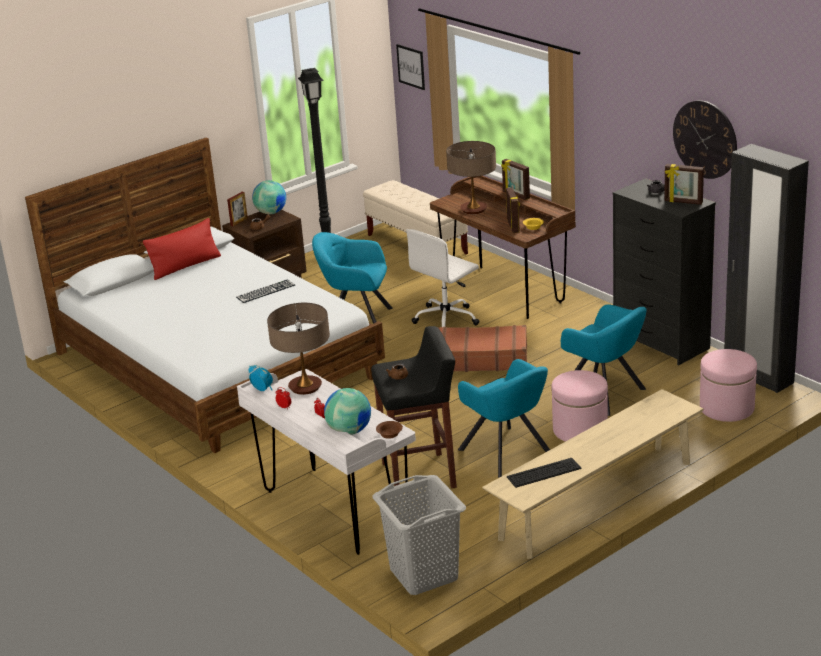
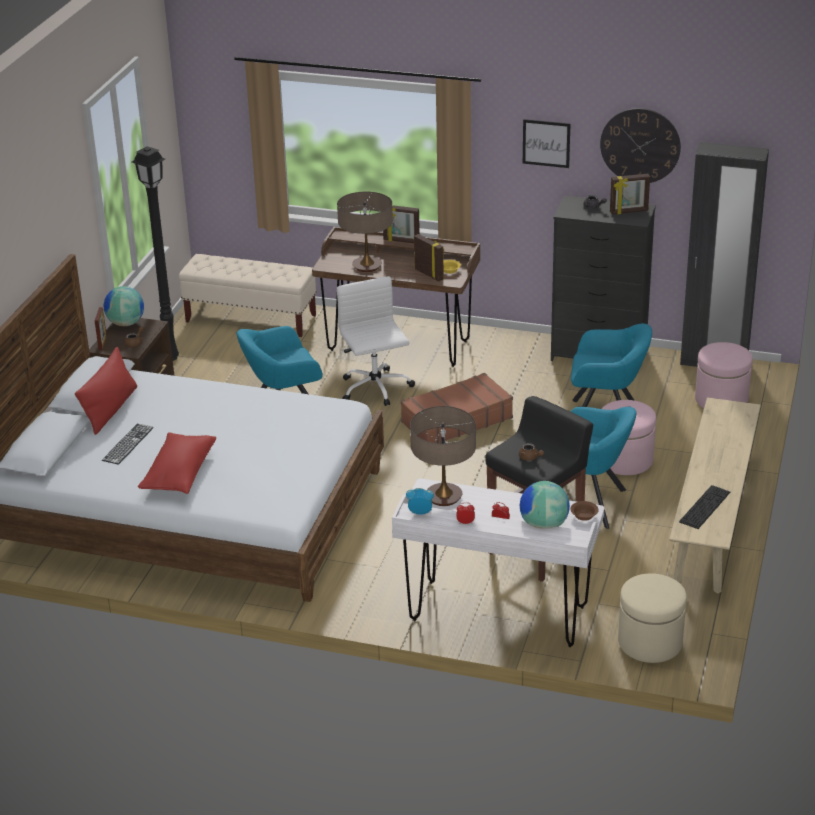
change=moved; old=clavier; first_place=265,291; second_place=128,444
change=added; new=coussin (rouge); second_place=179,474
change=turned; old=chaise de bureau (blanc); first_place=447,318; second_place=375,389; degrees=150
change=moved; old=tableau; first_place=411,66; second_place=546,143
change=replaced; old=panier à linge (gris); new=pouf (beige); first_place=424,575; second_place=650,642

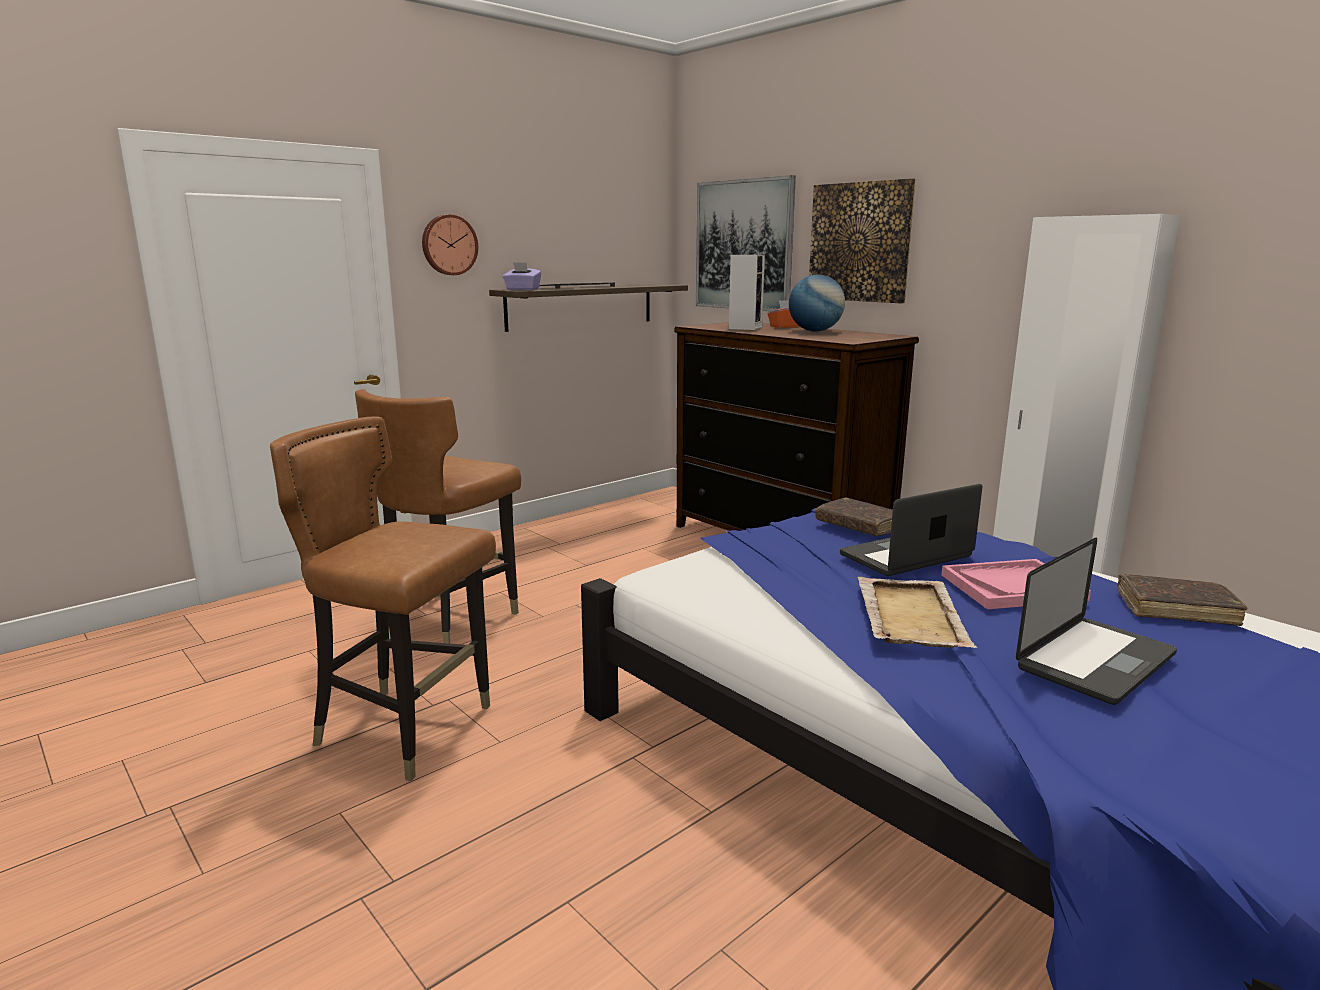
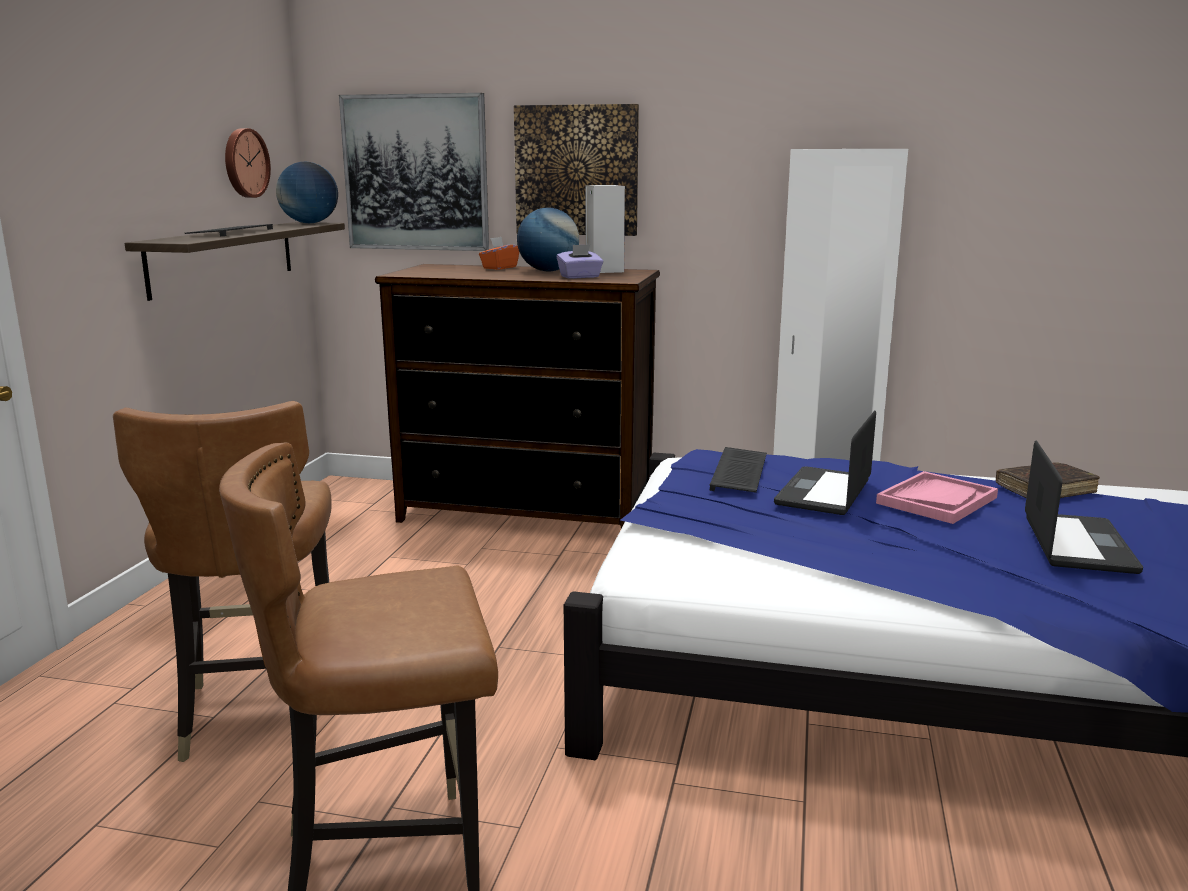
change=moved; old=horloge murale; first_place=448,245; second_place=244,163
change=added; new=globe; second_place=309,223
change=moved; old=boîte à mouchoirs (violet); first_place=522,289; second_place=580,277
change=moved; old=enceinte; first_place=745,328; second_place=603,270
change=replaced; old=livre (marron); new=clavier; first_place=859,526; second_place=740,473
change=removed; old=plateau (beige); first_place=910,615

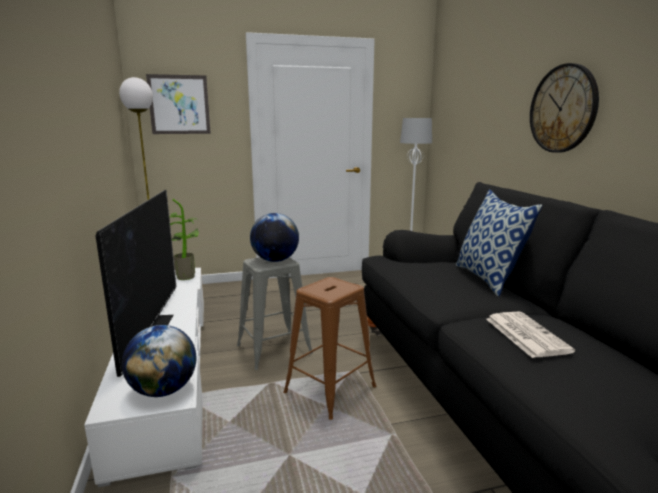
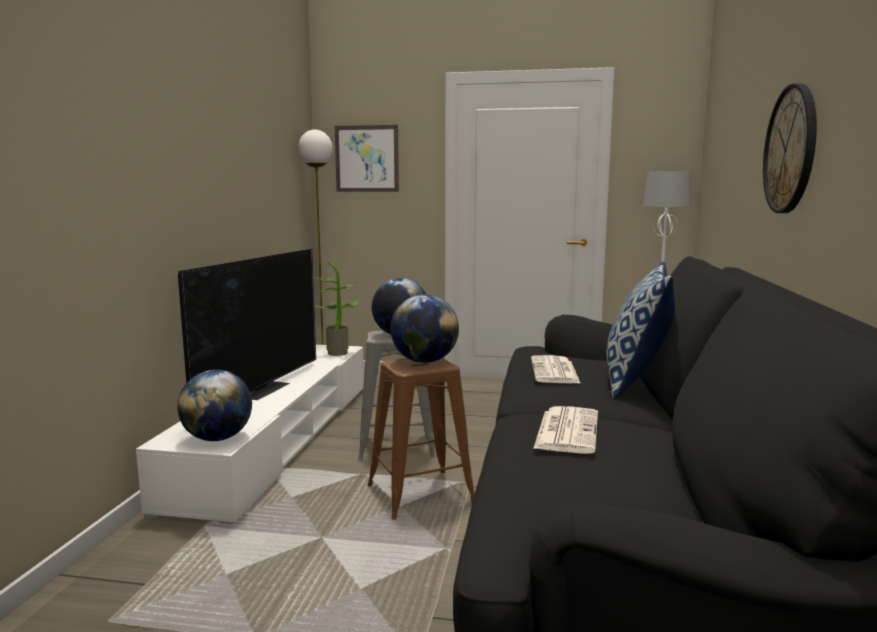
change=added; new=globe; second_place=424,361
change=added; new=journal; second_place=555,371

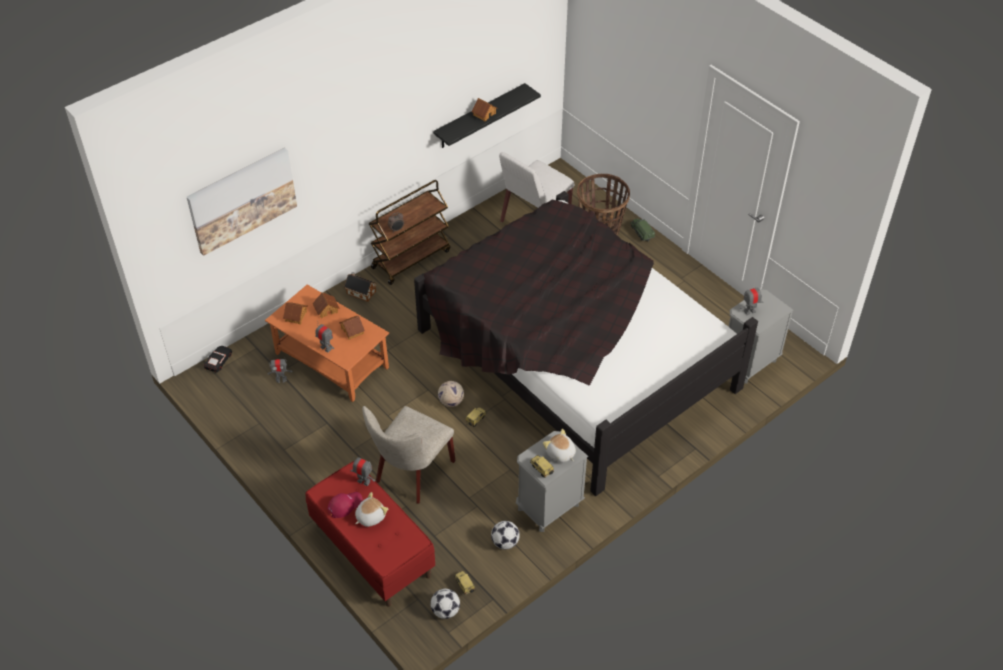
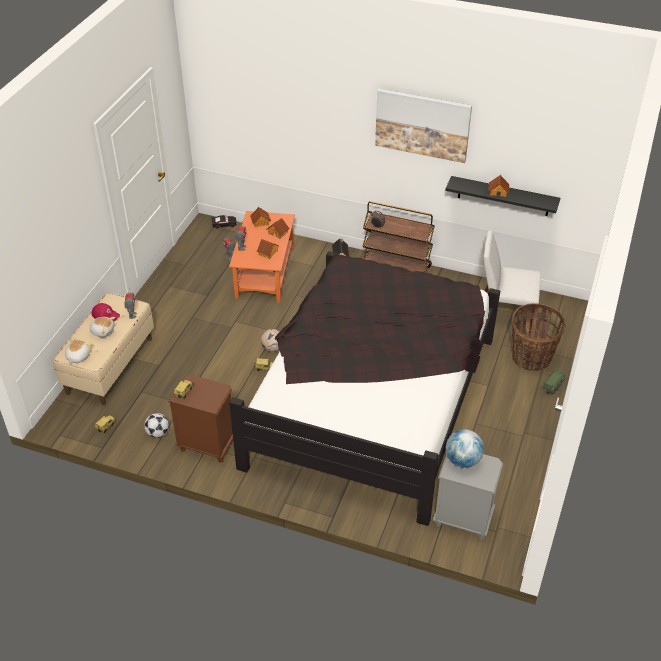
change=recoloured; old=banc (rouge); new=banc (beige); first_place=372,550; second_place=110,365
change=moved; old=peluche; first_place=560,453; second_place=77,356
change=recoloured; old=table de chevet (gris); new=table de chevet (marron); first_place=548,507; second_place=207,445
change=moved; old=tableau; first_place=242,200; second_place=422,124
change=replaced; old=robot jouet; new=globe; first_place=749,311; second_place=462,460
change=removed; old=chaise (beige); first_place=411,474
change=removed; old=ballon de foot; first_place=445,611

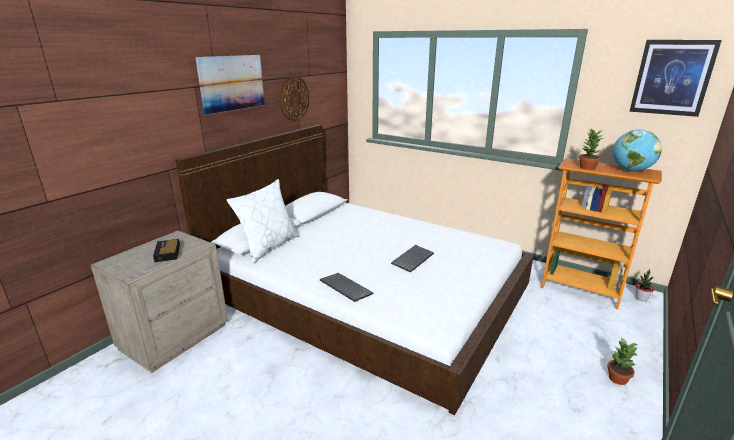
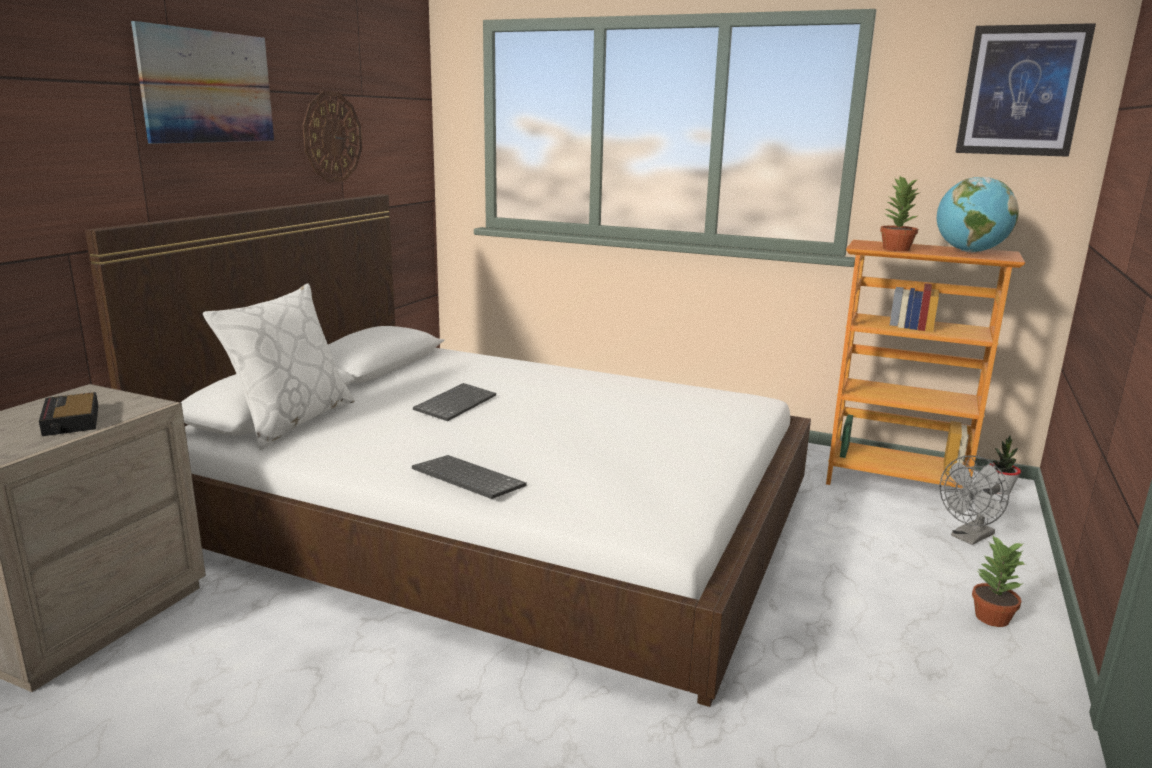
change=moved; old=clavier; first_place=412,259; second_place=455,403
change=added; new=ventilateur (gris); second_place=969,538

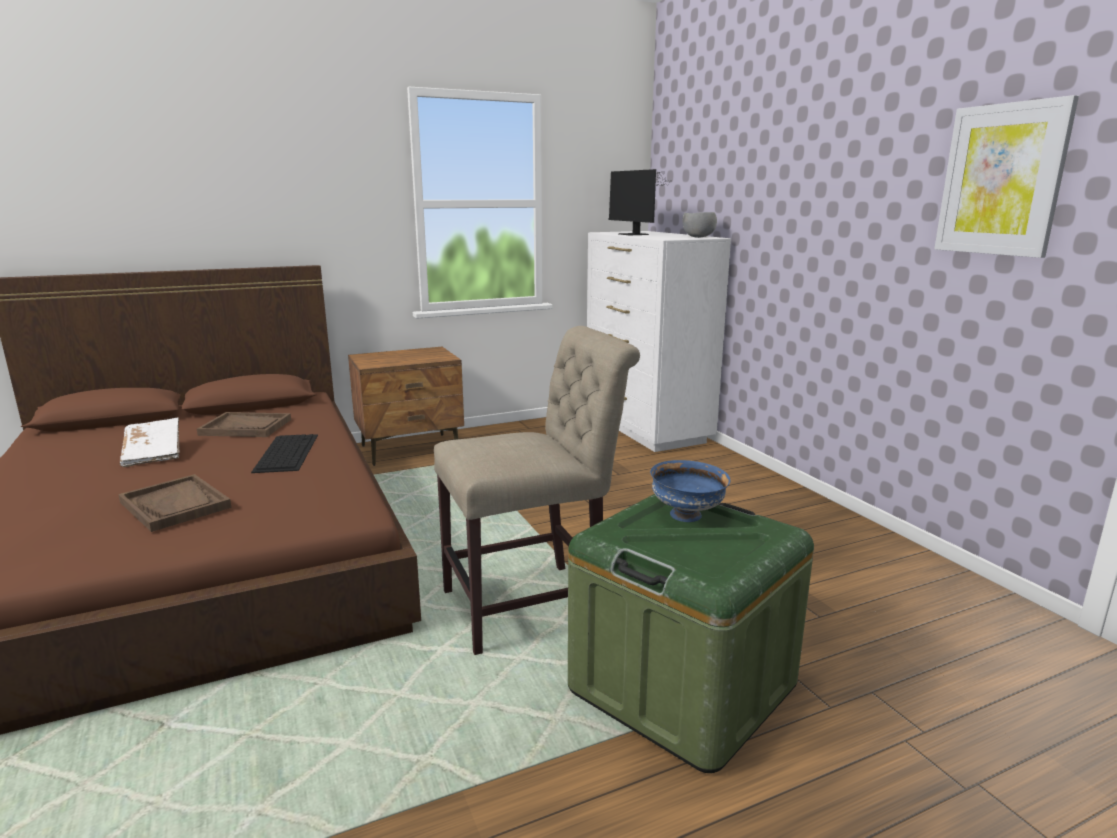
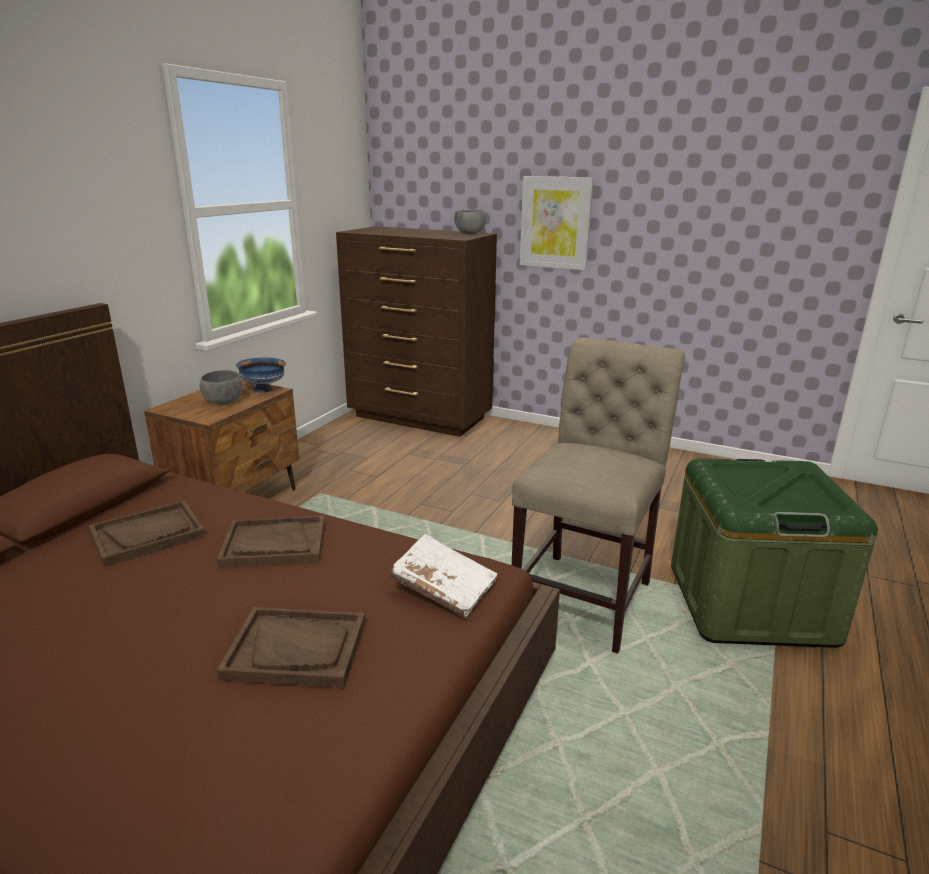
change=added; new=bol (gris); second_place=224,403
change=replaced; old=clavier; new=plateau (marron); first_place=286,452; second_place=274,544
change=moved; old=bol (bleu); first_place=687,515; second_place=264,389
change=recoloured; old=commode (blanc); new=commode (marron); first_place=645,428; second_place=420,417
change=moved; old=livre (blanc); first_place=154,453; second_place=444,588
change=moved; old=tableau; first_place=1001,180; second_place=555,223
change=removed; old=écran d'ordinateur; first_place=634,234

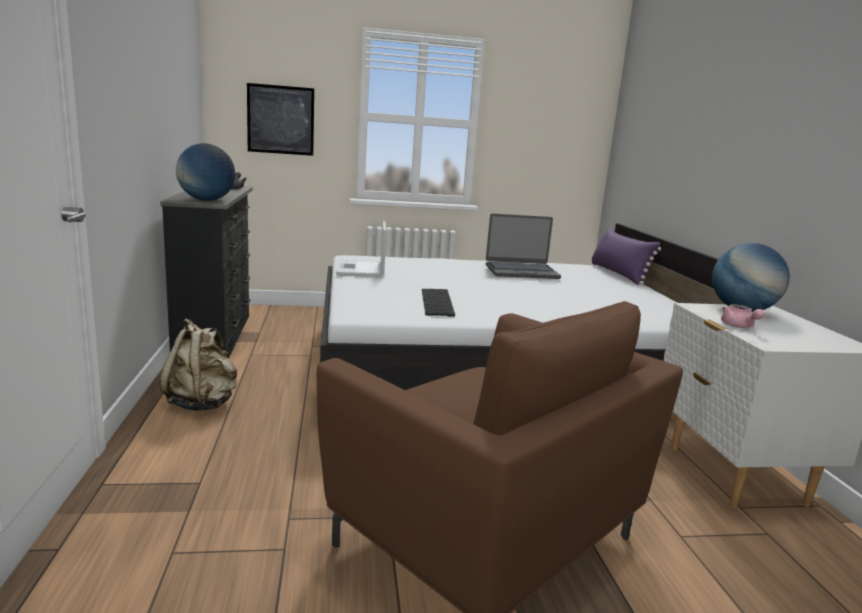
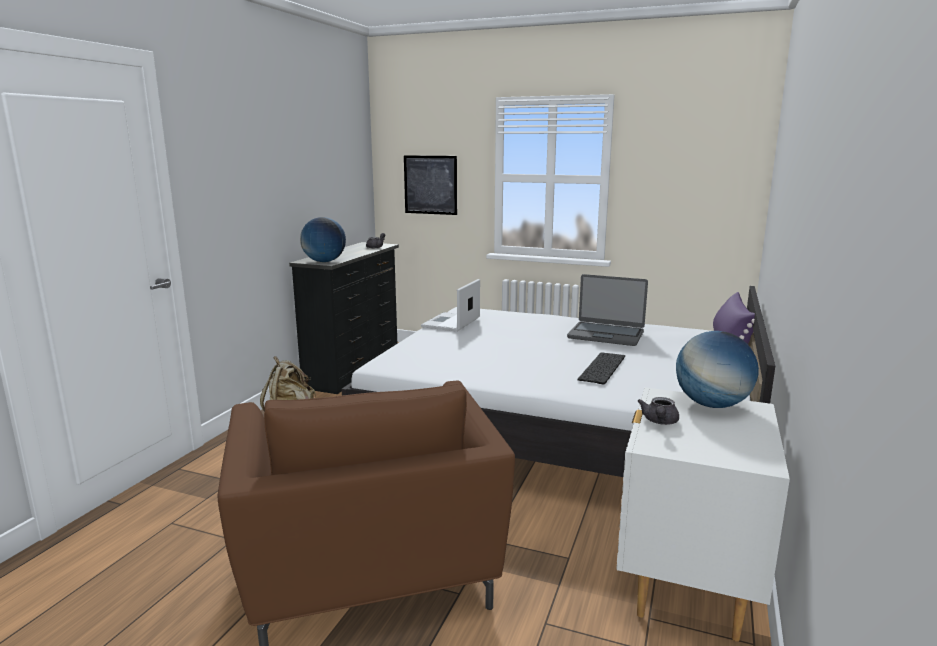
change=moved; old=clavier; first_place=439,302; second_place=603,368
change=recoloured; old=théière (rose); new=théière (gris); first_place=739,326; second_place=659,422

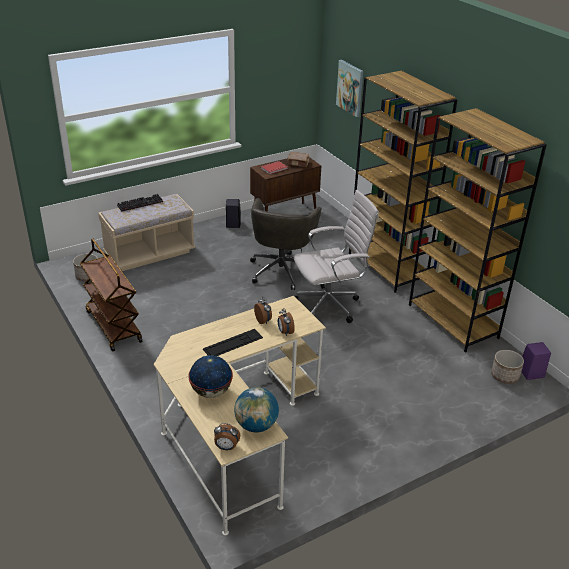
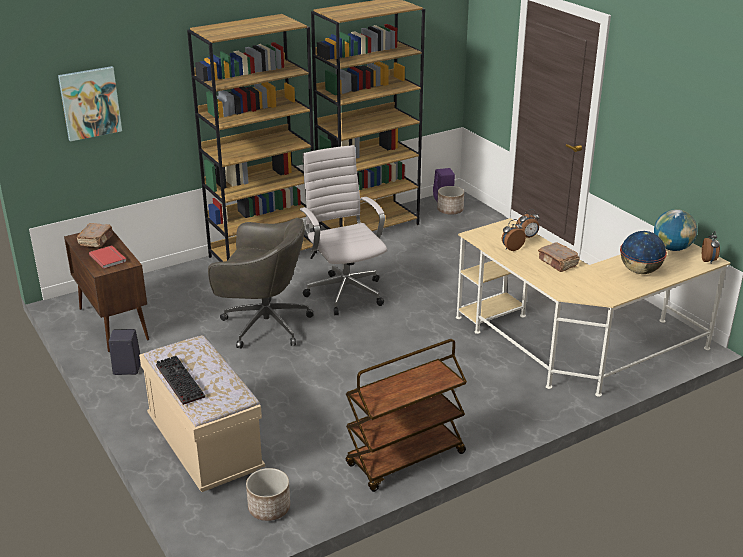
change=replaced; old=clavier; new=livre (marron); first_place=233,343; second_place=558,263

